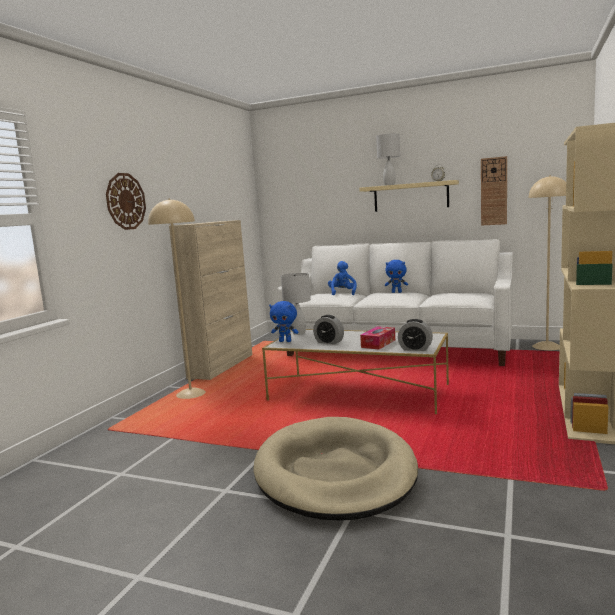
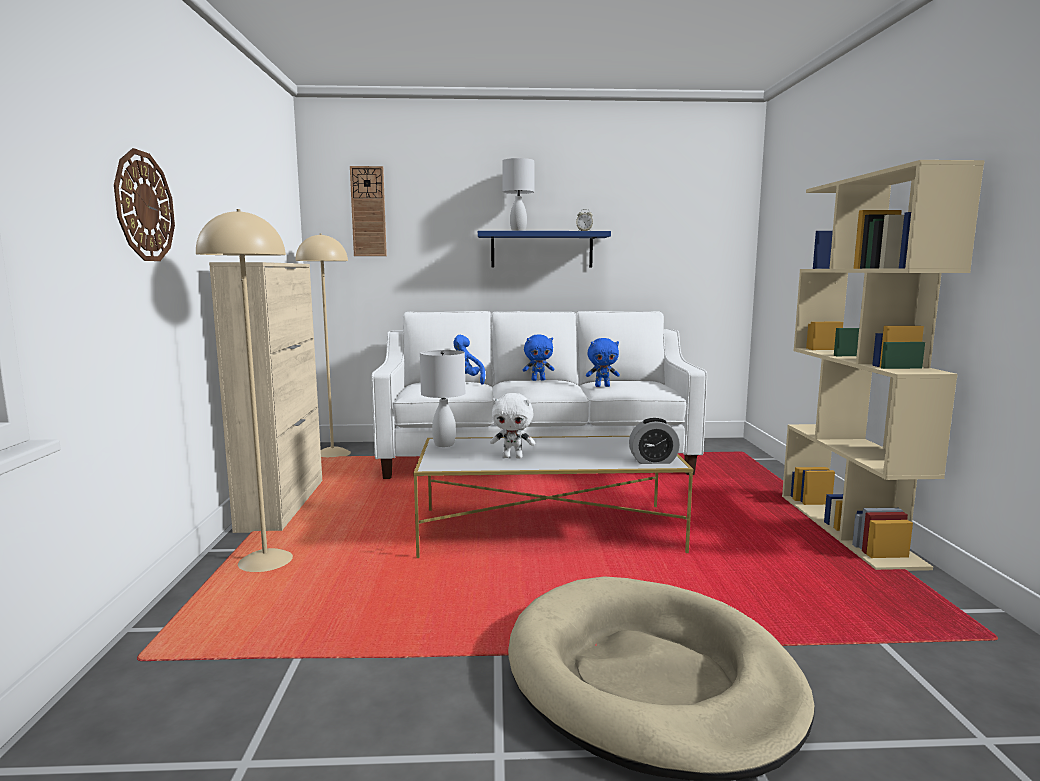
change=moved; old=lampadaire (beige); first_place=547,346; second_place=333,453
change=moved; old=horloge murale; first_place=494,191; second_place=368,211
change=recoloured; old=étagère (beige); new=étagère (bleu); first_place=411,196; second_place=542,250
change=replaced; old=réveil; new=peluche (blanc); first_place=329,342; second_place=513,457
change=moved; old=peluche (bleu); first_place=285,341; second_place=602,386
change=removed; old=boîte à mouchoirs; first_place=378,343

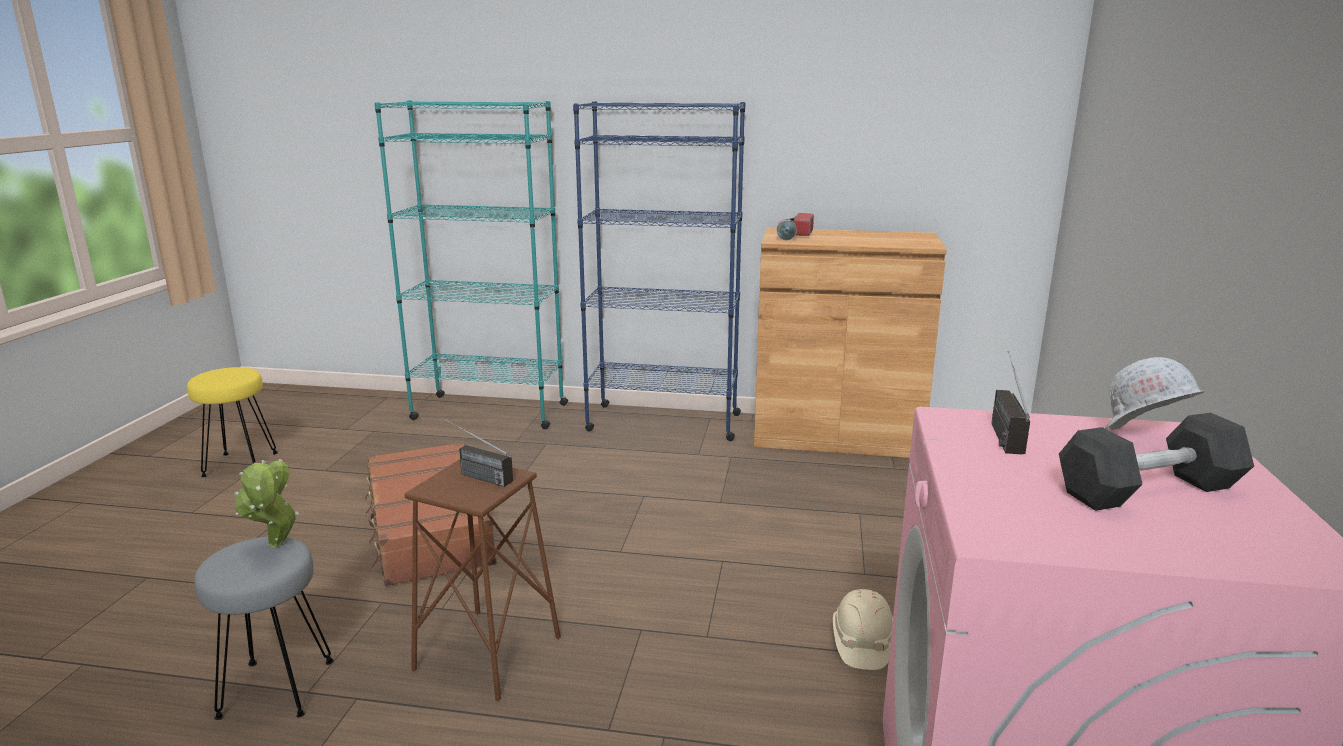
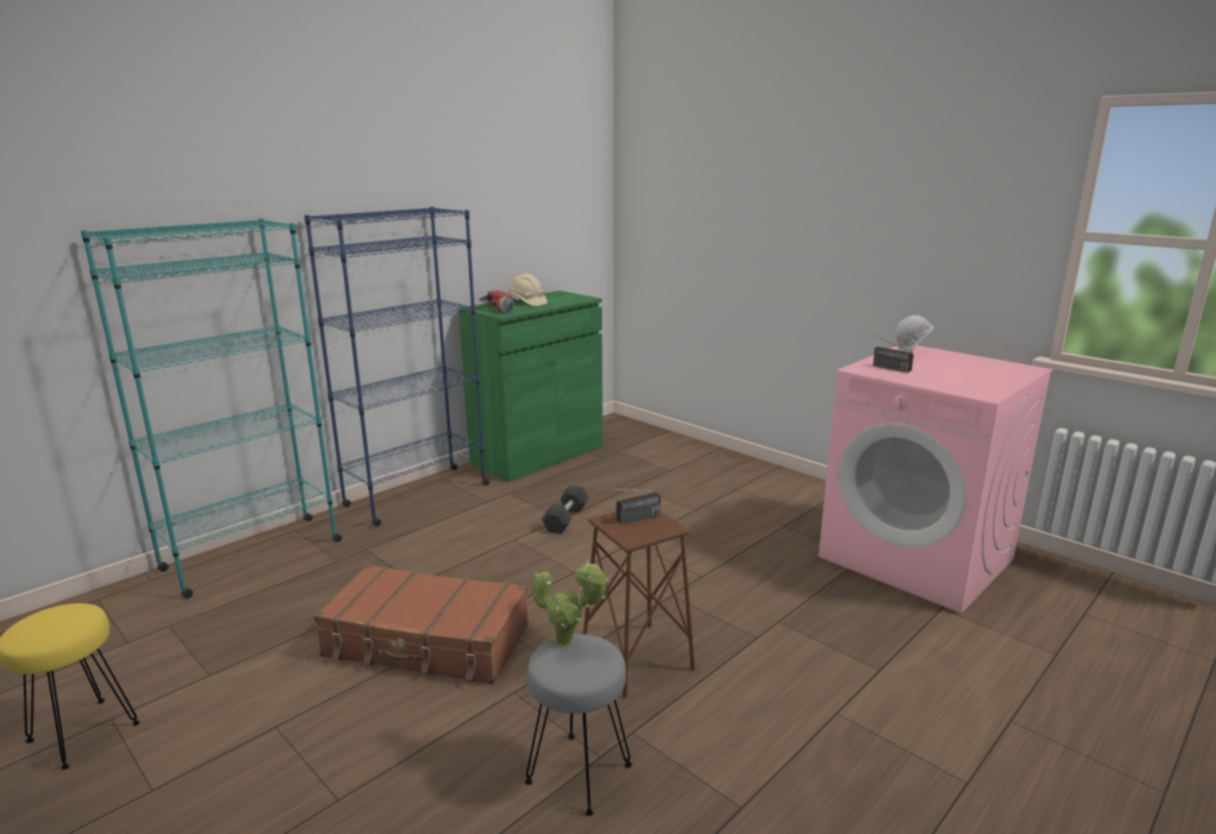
change=recoloured; old=meuble de rangement (marron); new=meuble de rangement (vert); first_place=836,436; second_place=537,455
change=moved; old=casque de chantier (beige); first_place=862,643; second_place=527,302
change=moved; old=haltère (noir); first_place=1148,490; second_place=566,519

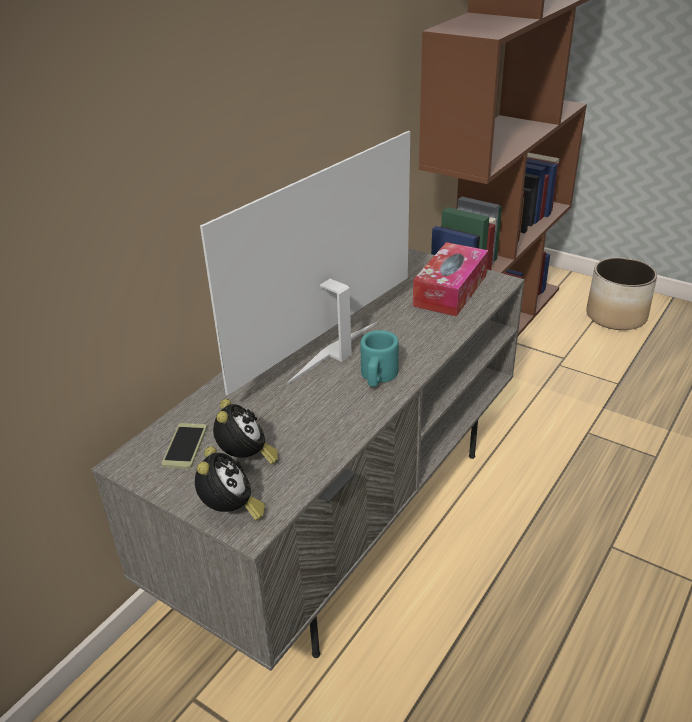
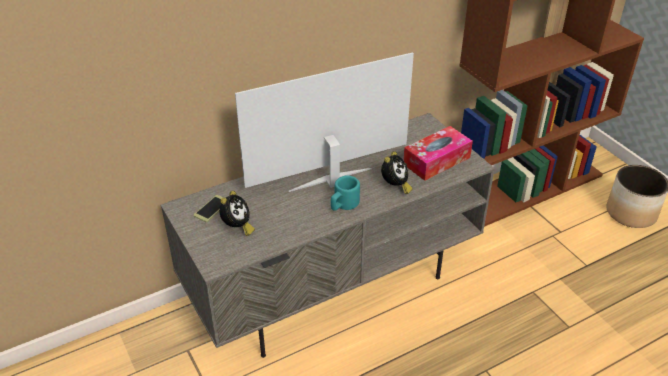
change=moved; old=réveil; first_place=230,511; second_place=395,186

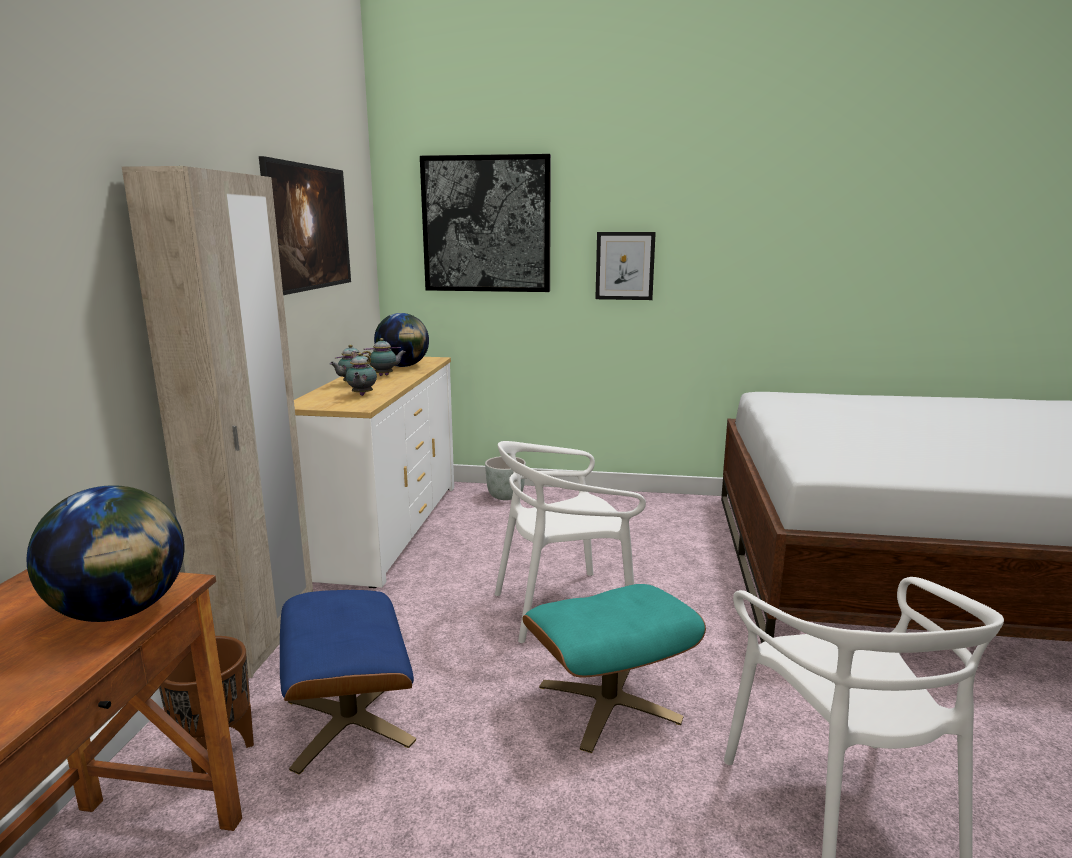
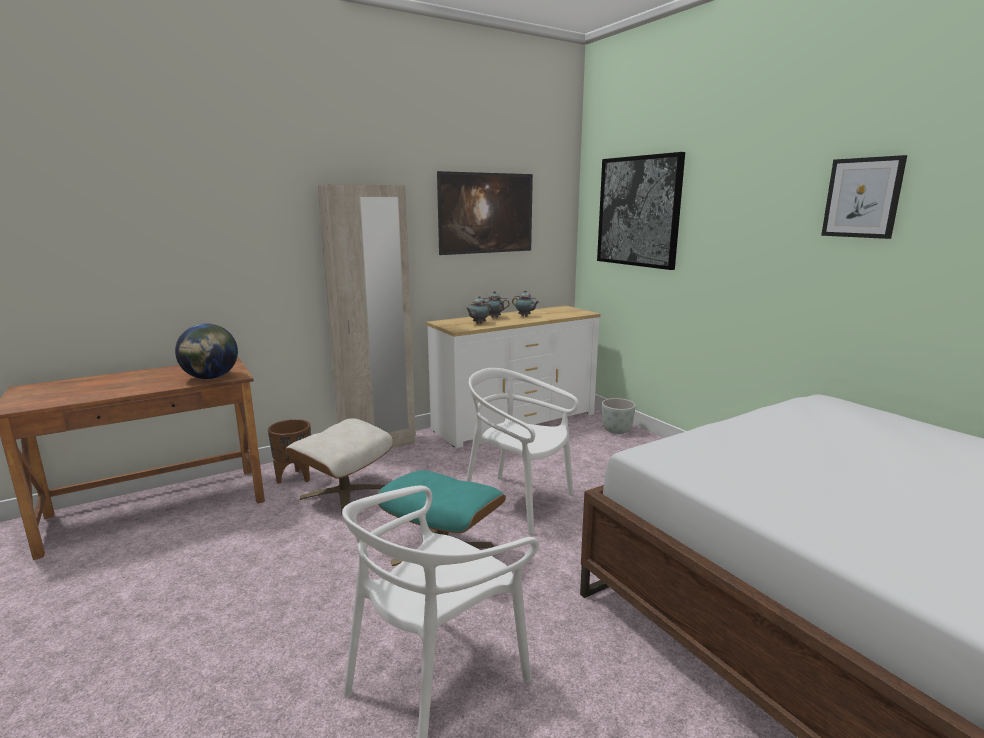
change=recoloured; old=pouf (bleu); new=pouf (beige); first_place=348,721; second_place=344,492
change=moved; old=tableau; first_place=625,266; second_place=862,198
change=removed; old=globe; first_place=403,366

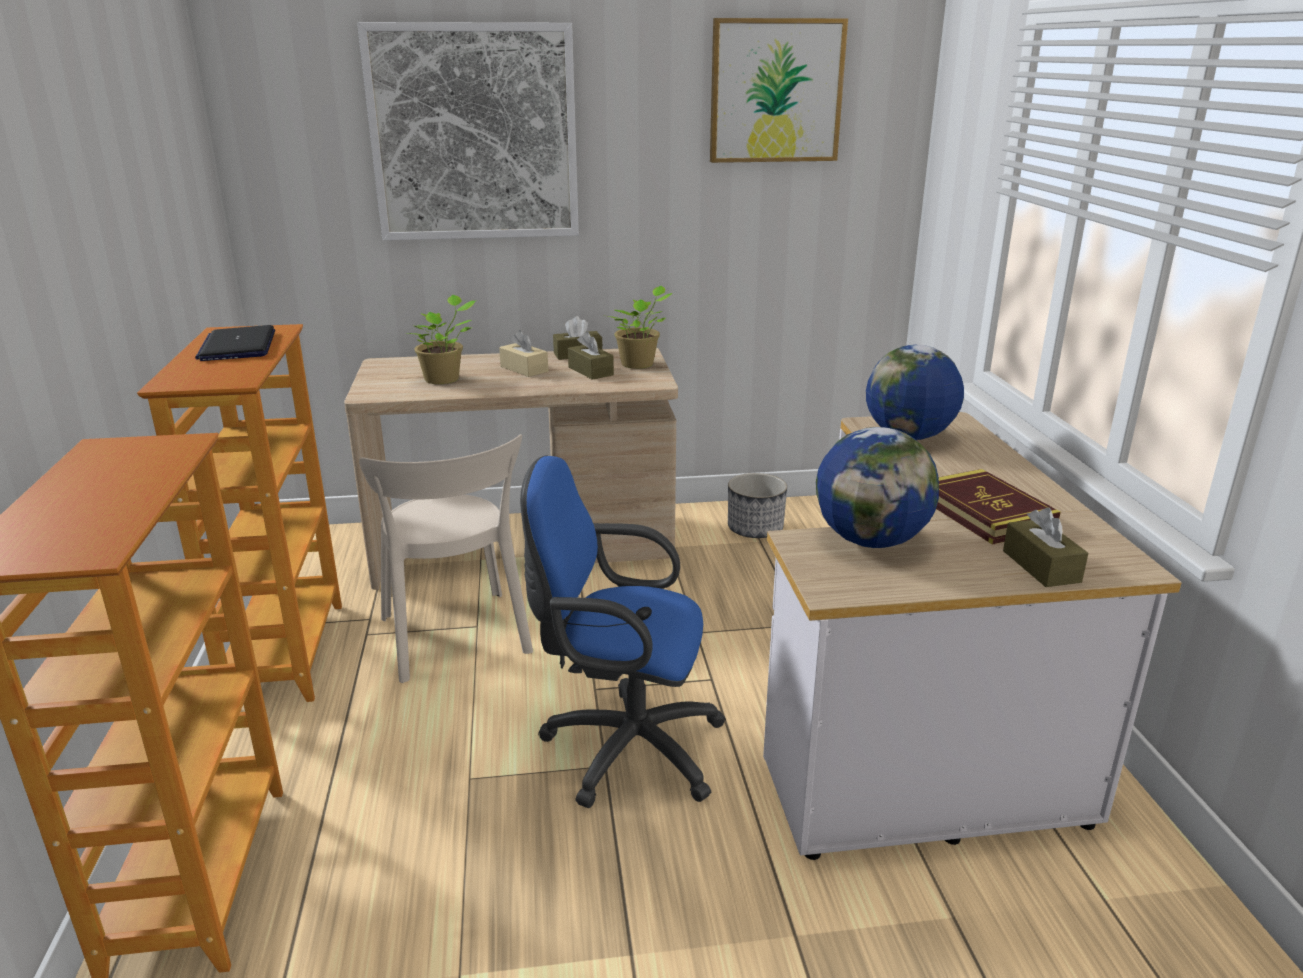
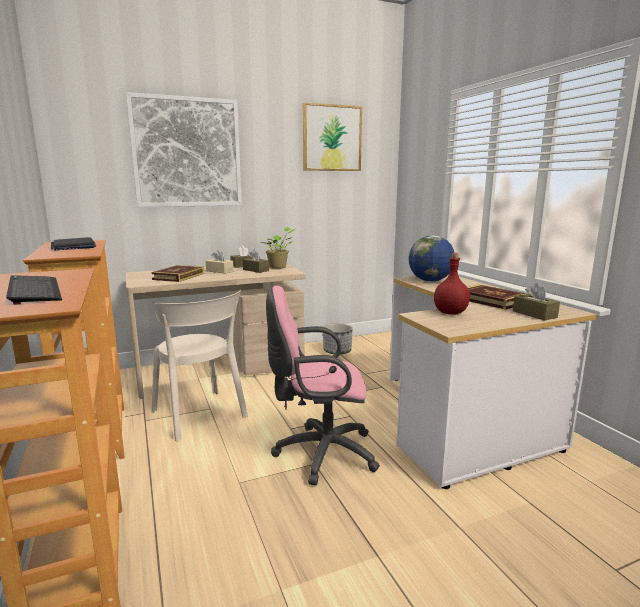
change=added; new=clavier; second_place=35,291
change=replaced; old=plante en pot; new=livre; first_place=445,379; second_place=179,276
change=recoloured; old=chaise de bureau (bleu); new=chaise de bureau (rose); first_place=623,747; second_place=320,453
change=replaced; old=globe; new=bouteille (rouge); first_place=871,541; second_place=450,312

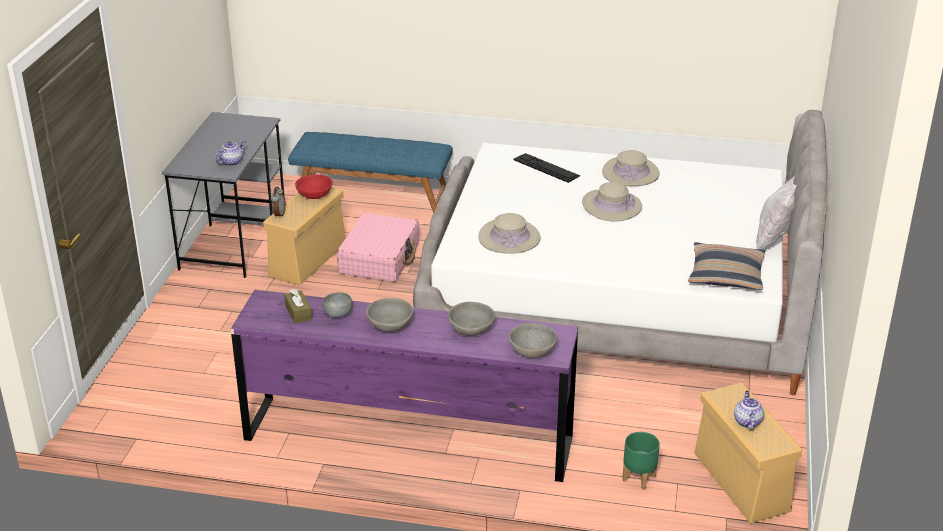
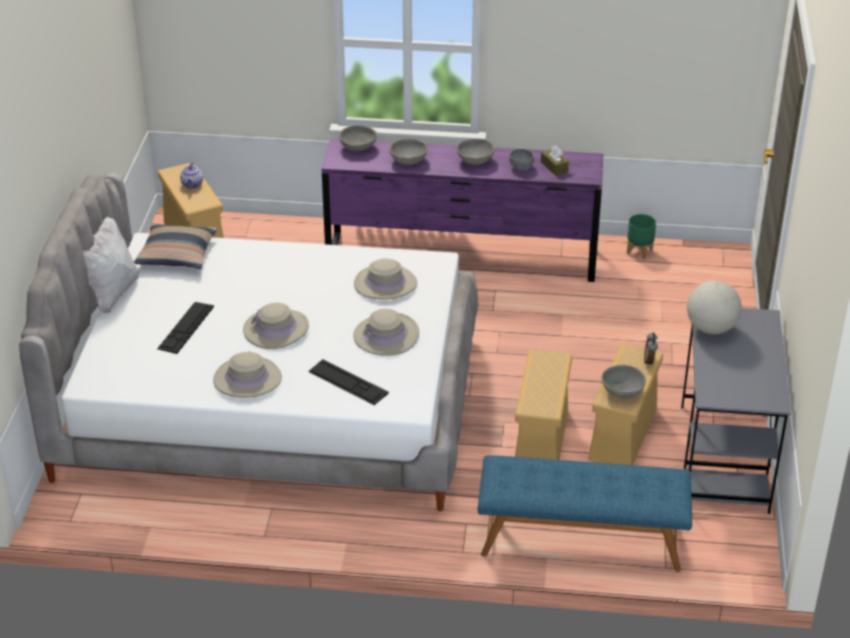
change=added; new=clavier; second_place=186,327
change=added; new=chapeau (beige); second_place=386,335
change=replaced; old=valise (rose); new=boîte de rangement (beige); first_place=380,258; second_place=541,440
change=recoloured; old=bol (rouge); new=bol (gris); first_place=314,195; second_place=622,392
change=moved; old=cache-pot (vert); first_place=638,478; second_place=640,252
change=replaced; old=théière; new=globe; first_place=231,162; second_place=711,328

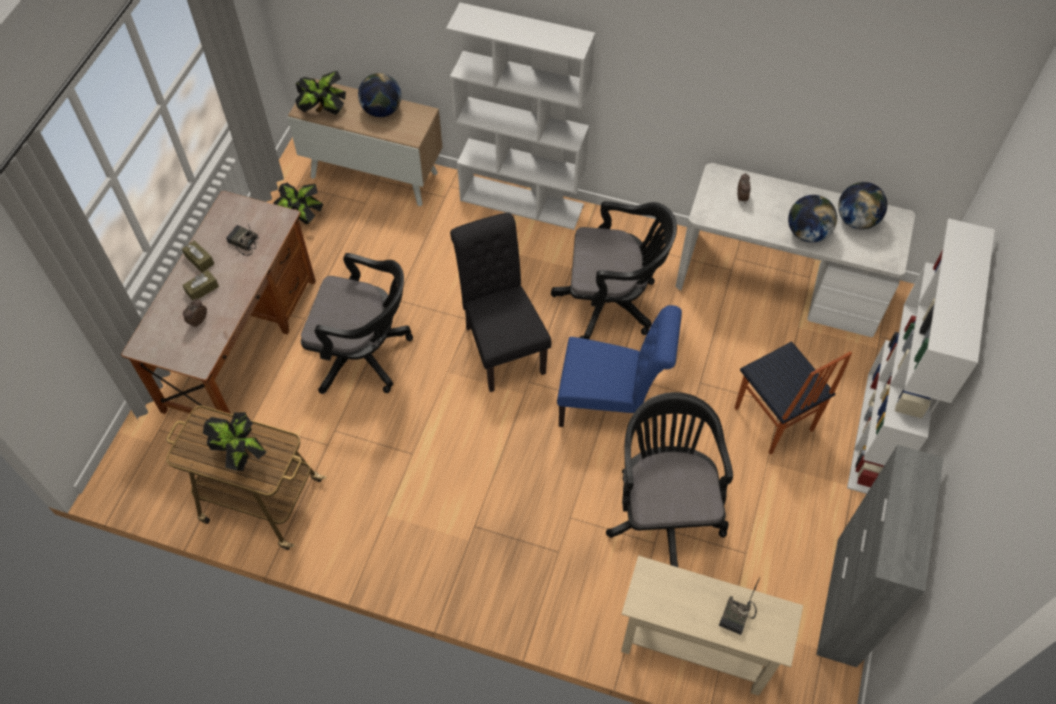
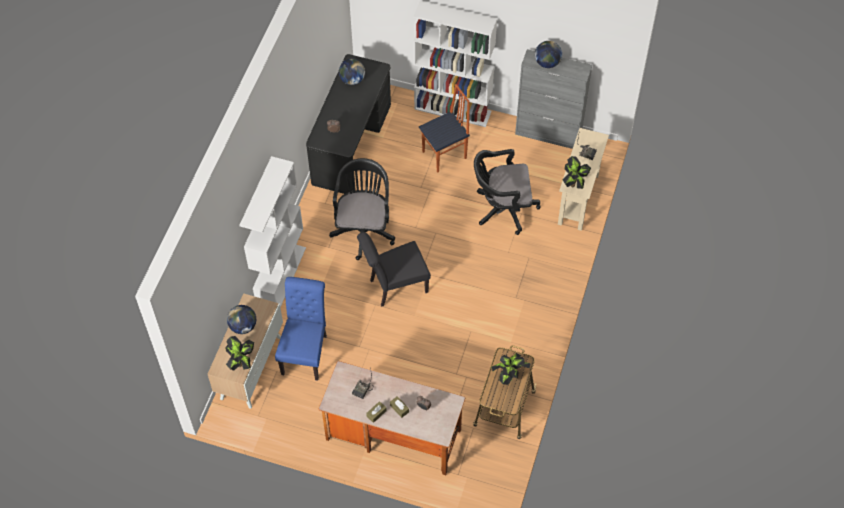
change=moved; old=chaise (bleu); first_place=610,407; second_place=306,351
change=recoloured; old=bureau (blanc); new=bureau (noir); first_place=779,283; second_place=351,143
change=moved; old=globe; first_place=807,233; second_place=547,63
change=moved; old=plante en pot; first_place=302,217; second_place=575,183
change=removed; old=chaise de bureau (noir); first_place=364,355

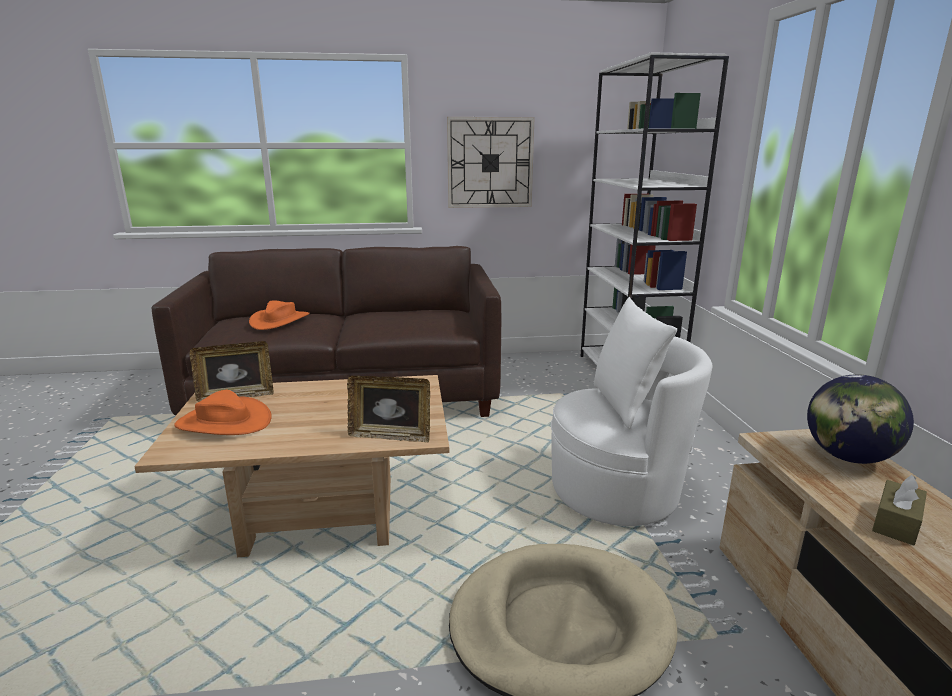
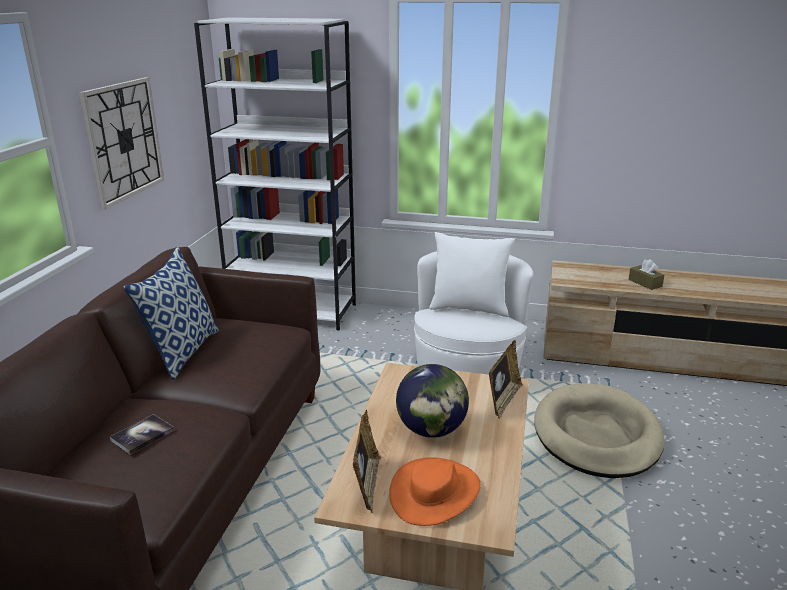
change=replaced; old=chapeau (orange); new=livre; first_place=280,320; second_place=142,435
change=added; new=coussin; second_place=182,352
change=moved; old=globe; first_place=848,457; second_place=431,430

